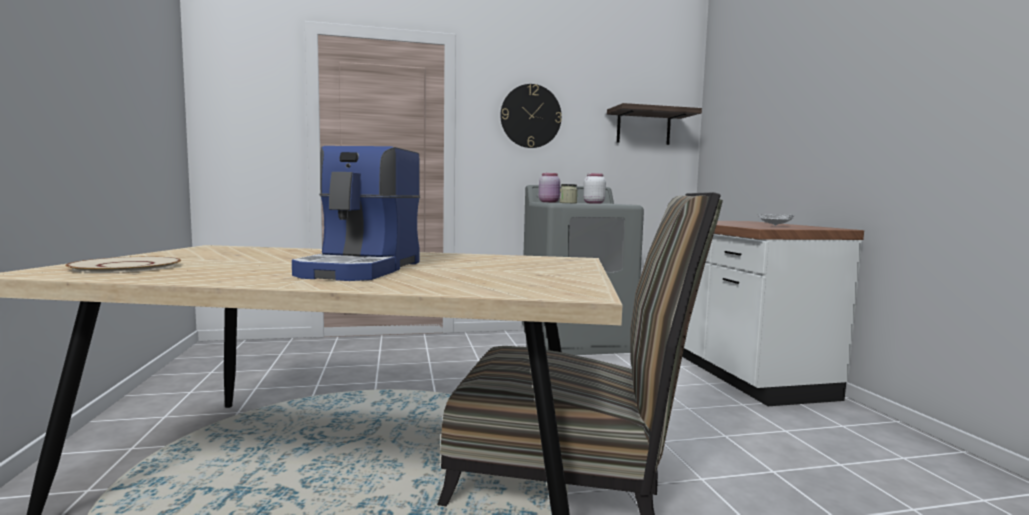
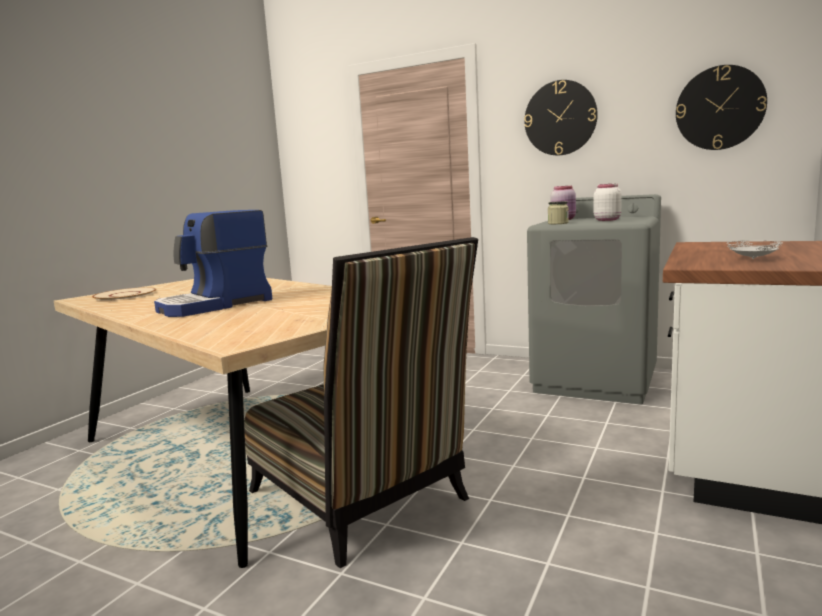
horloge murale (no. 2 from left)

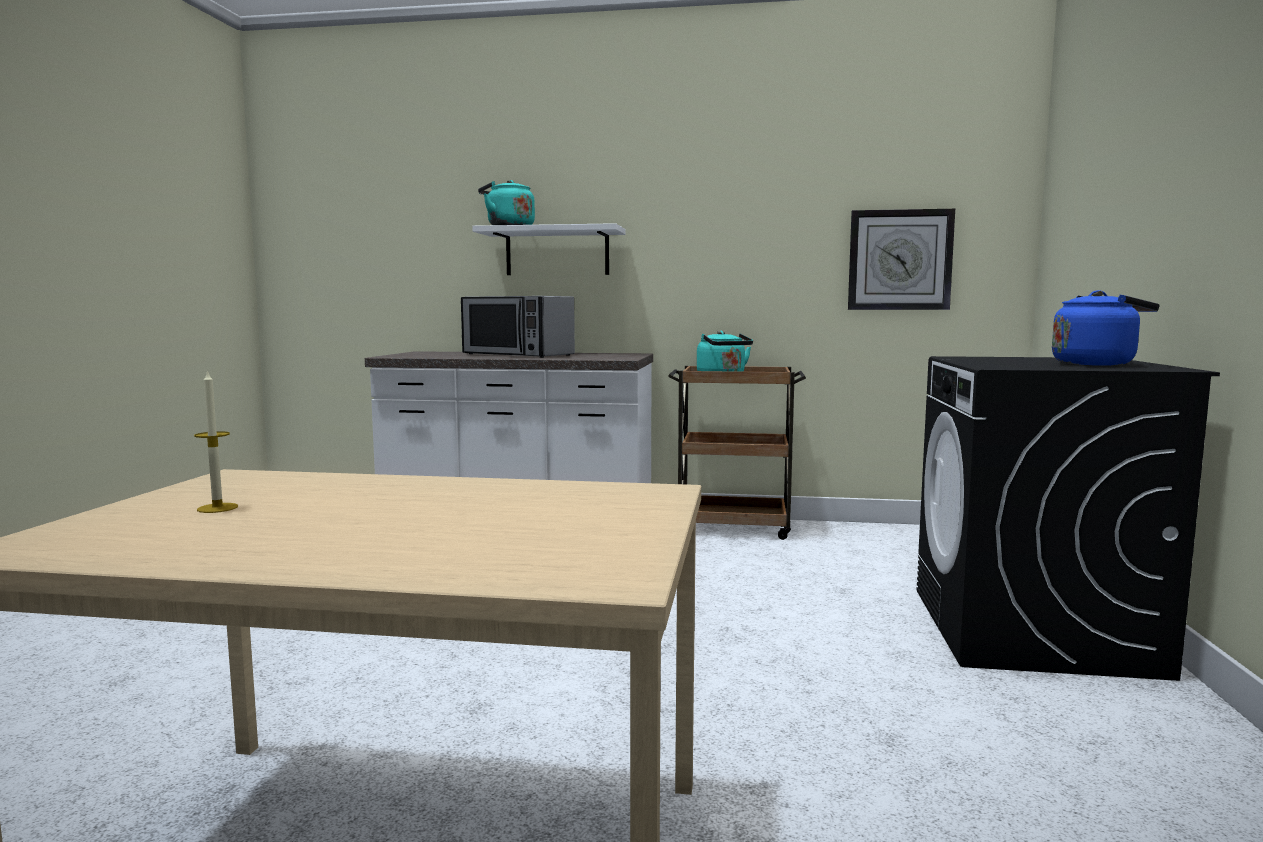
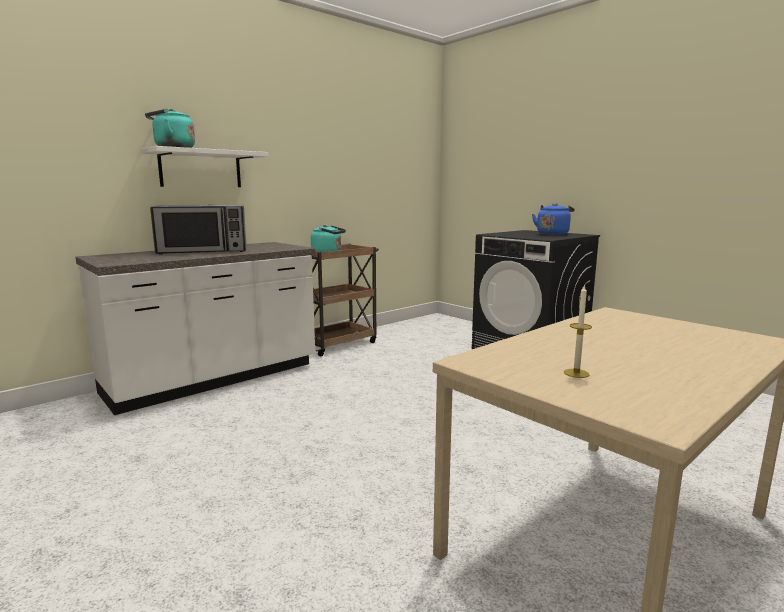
horloge murale

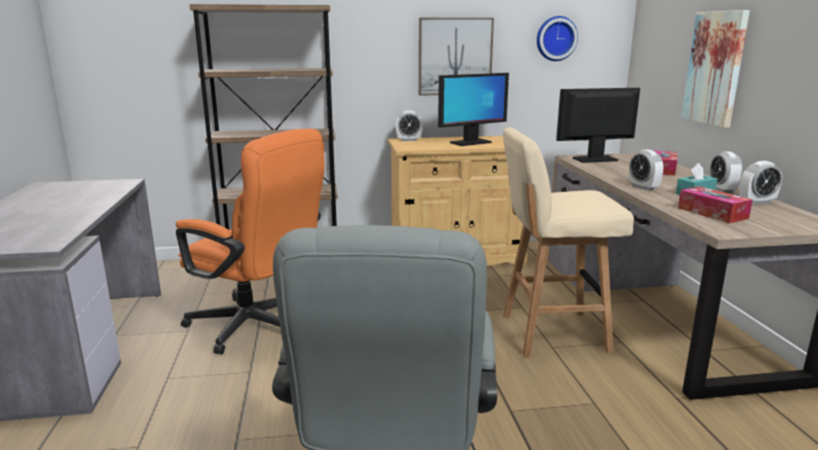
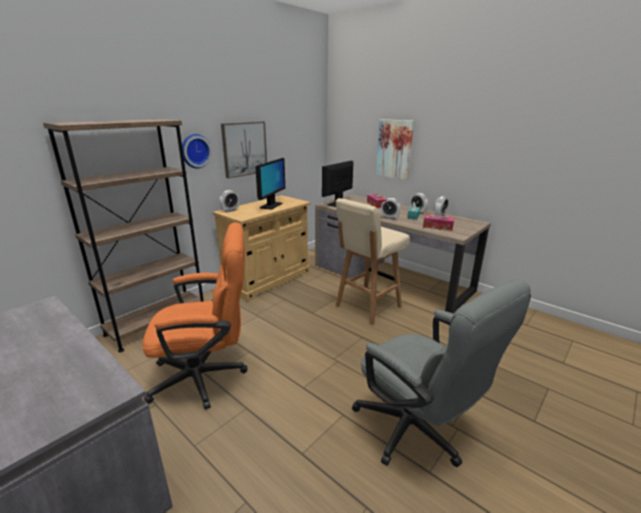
horloge murale

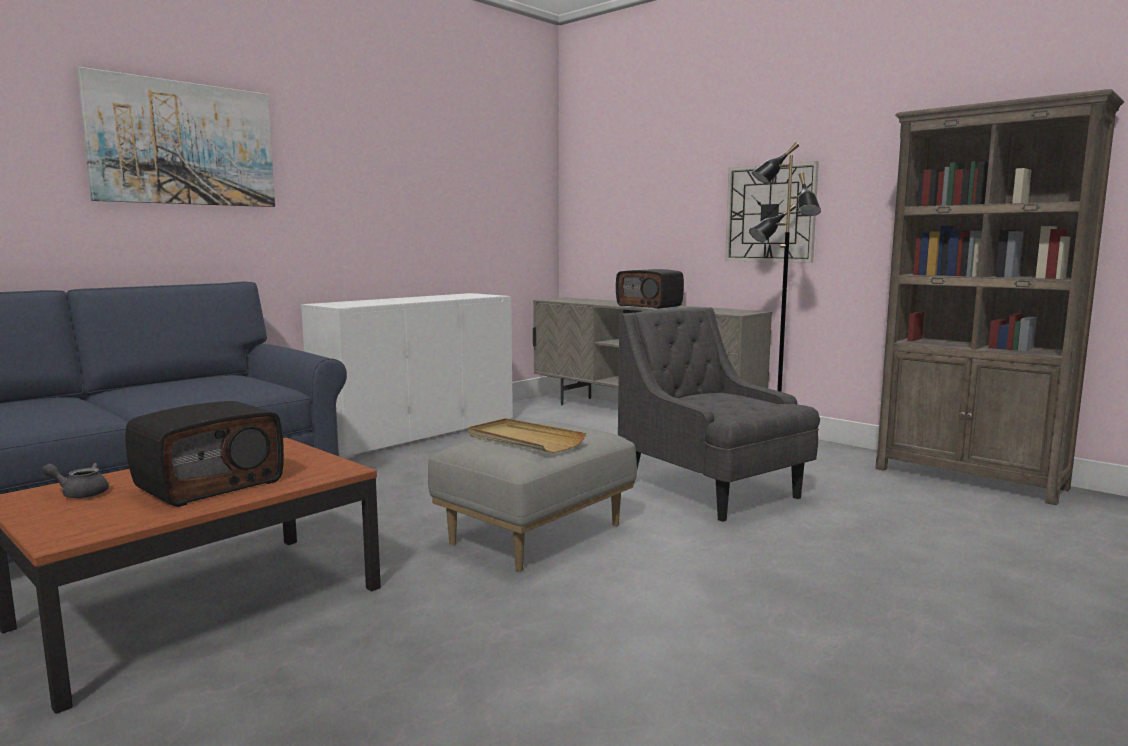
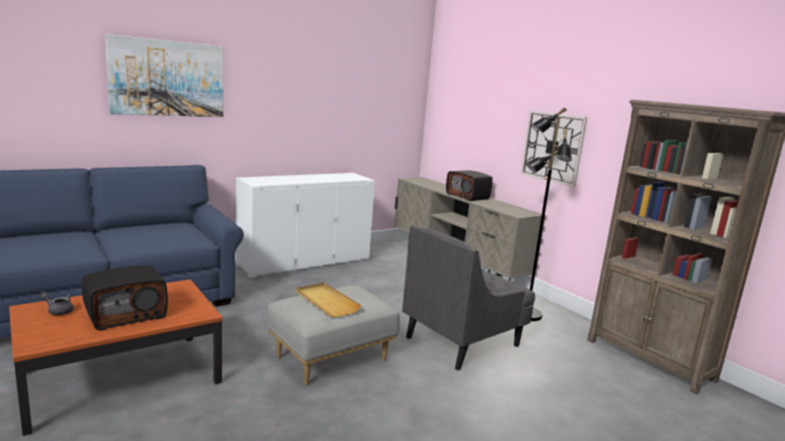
fauteuil/gris

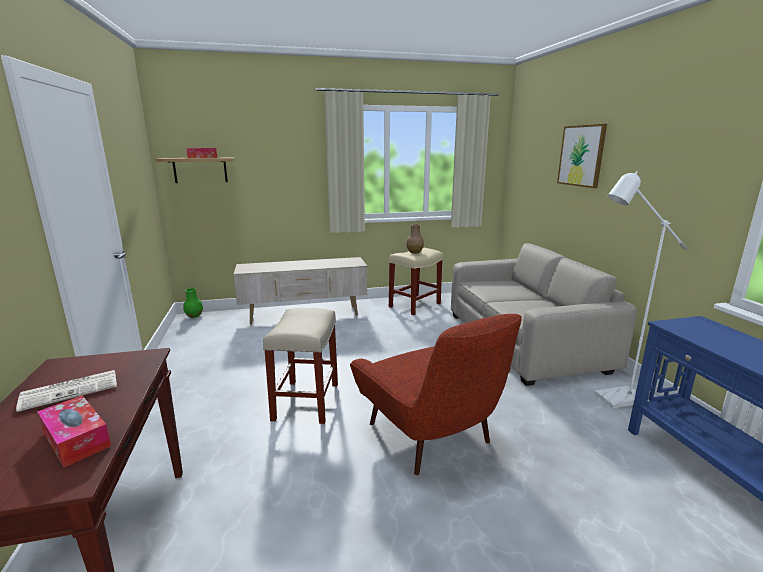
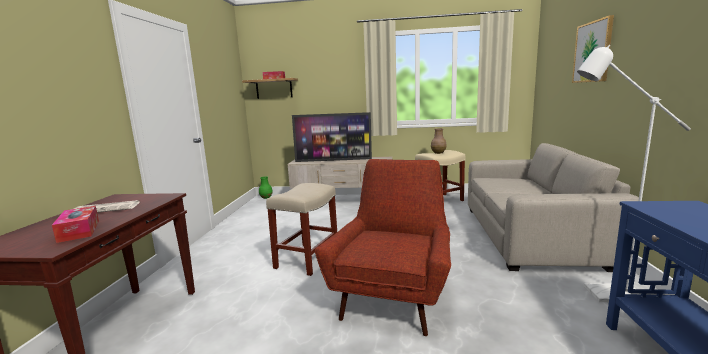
téléviseur
fauteuil/rouge

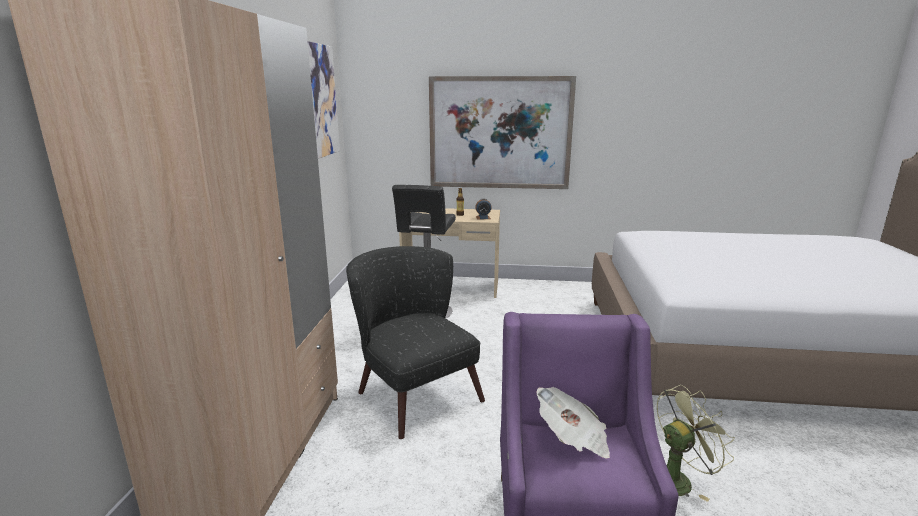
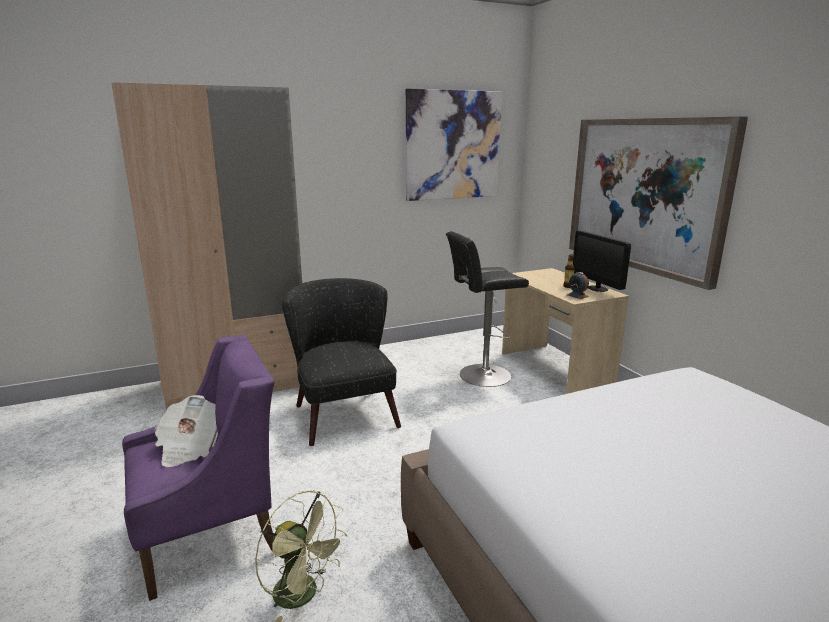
fauteuil/noir
écran d'ordinateur

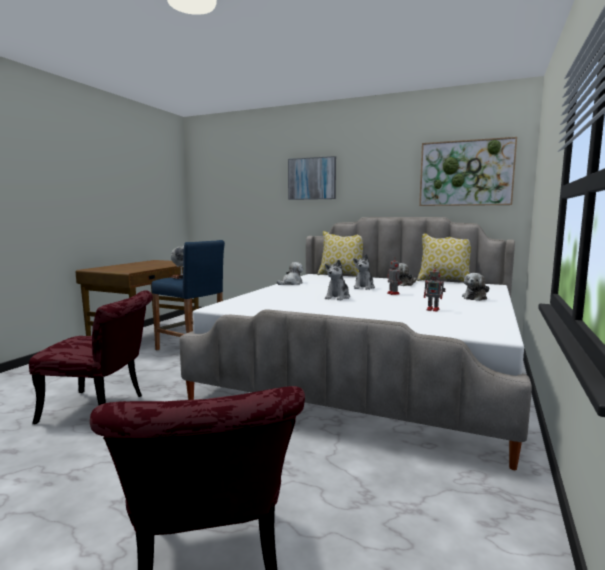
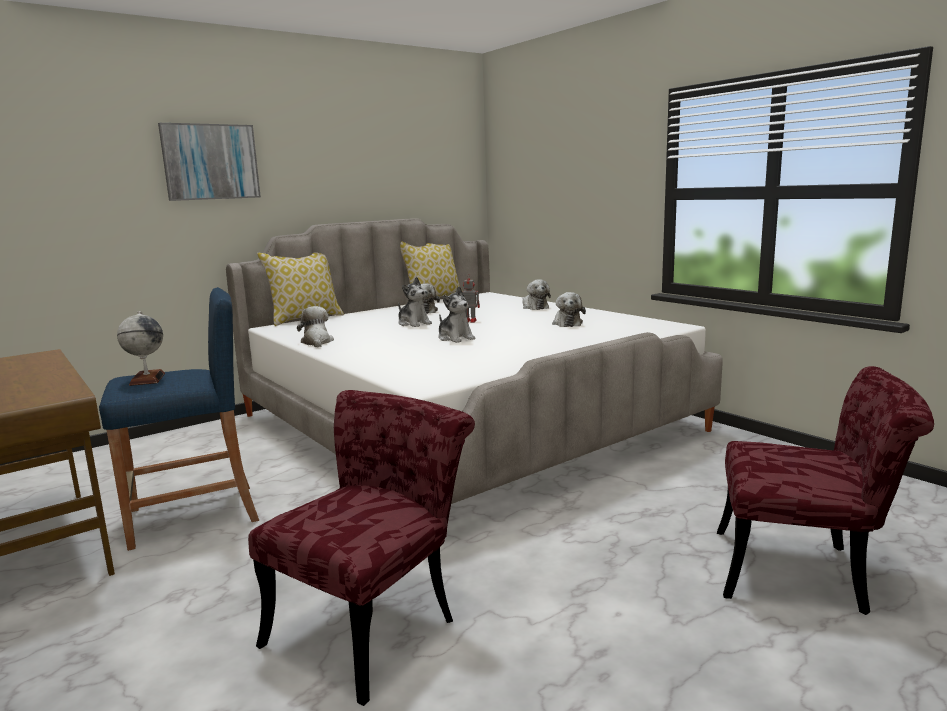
peluche (no. 6 from left)
tableau (no. 2 from left in the first image)

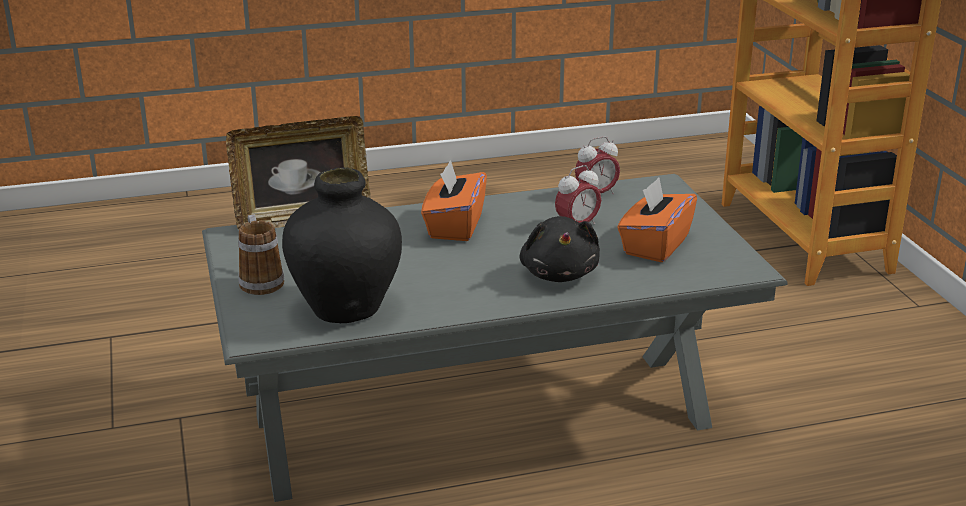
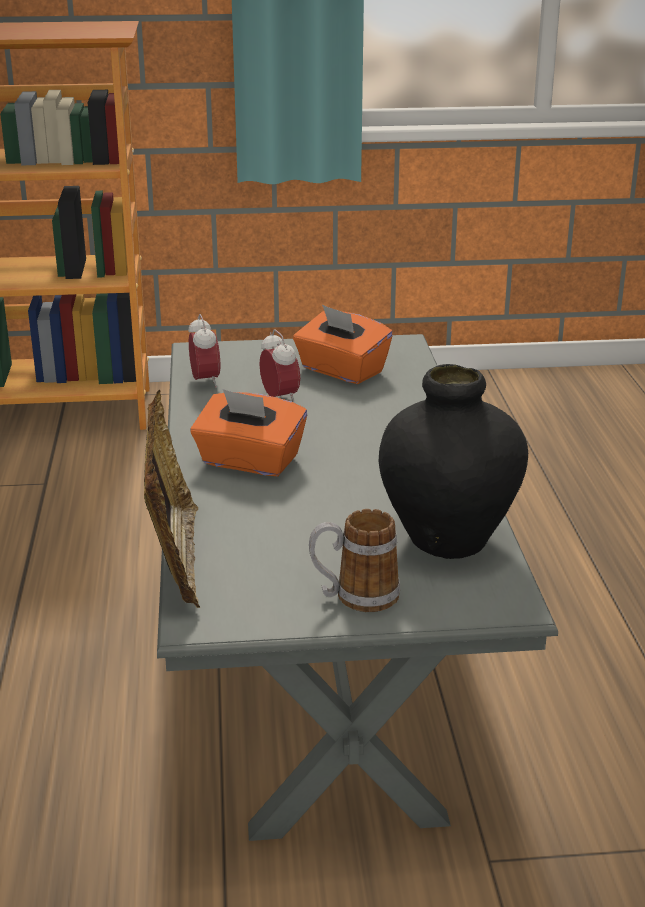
peluche/noir

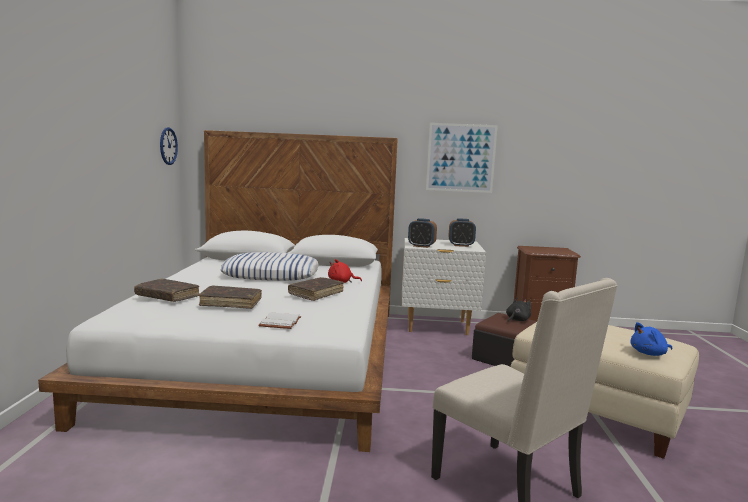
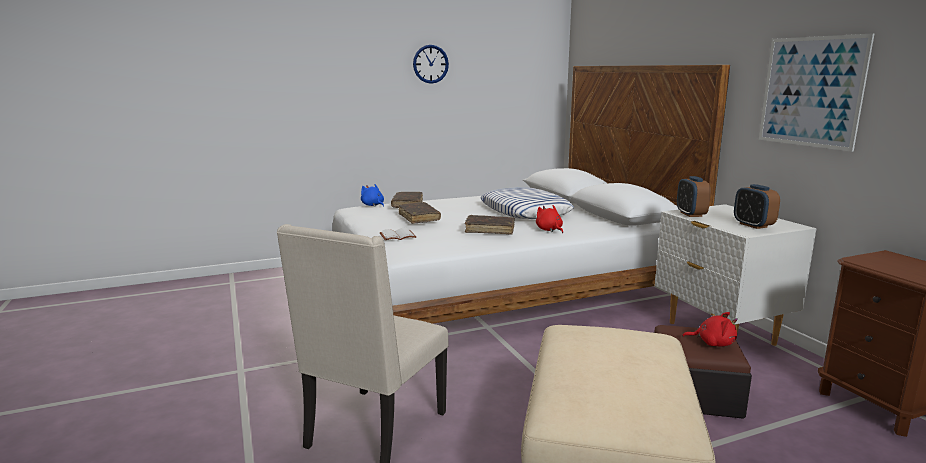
peluche/bleu
horloge murale
peluche/rouge (no. 2 from left)

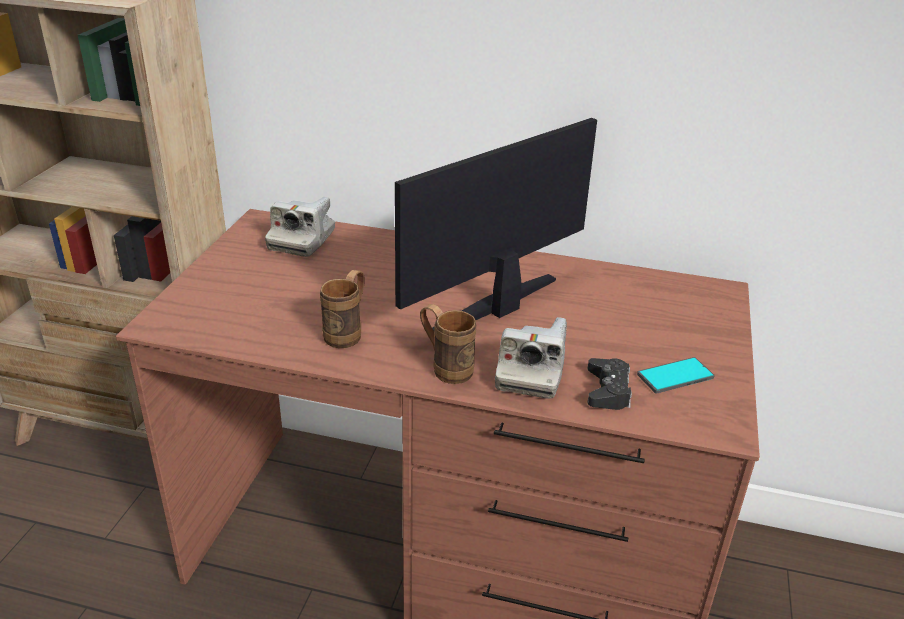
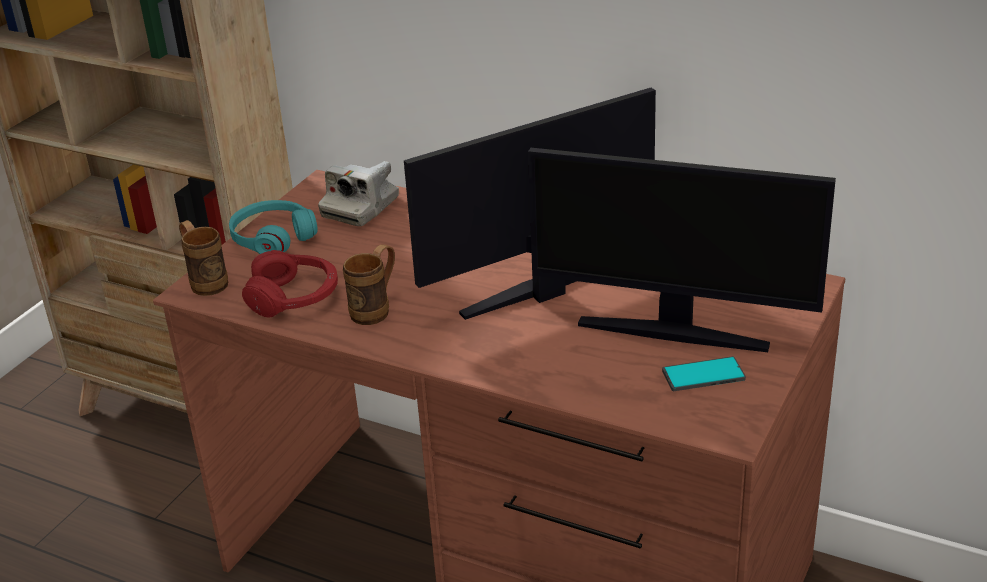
mug/marron (no. 1 from left)
casque audio/turquoise
casque audio/rouge
écran d'ordinateur (no. 2 from left)
appareil photo (no. 2 from left in the first image)
manette/noir

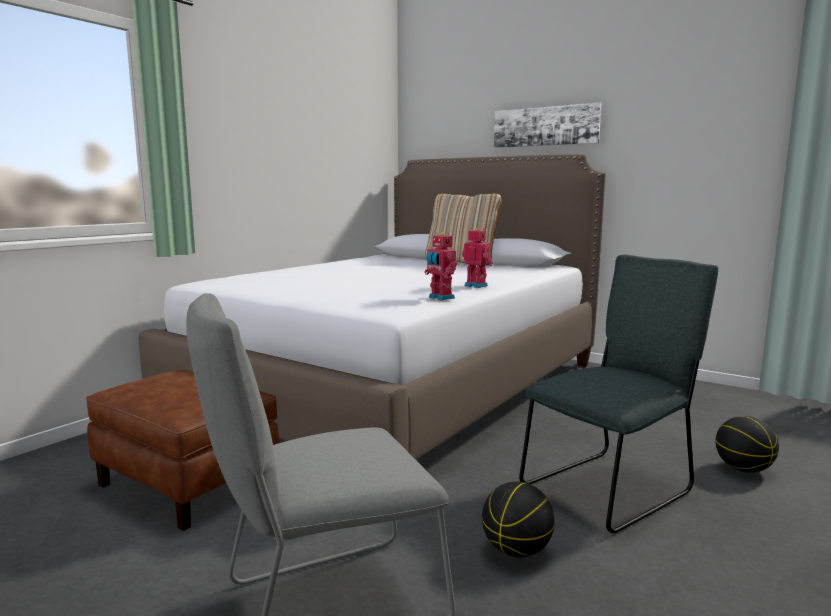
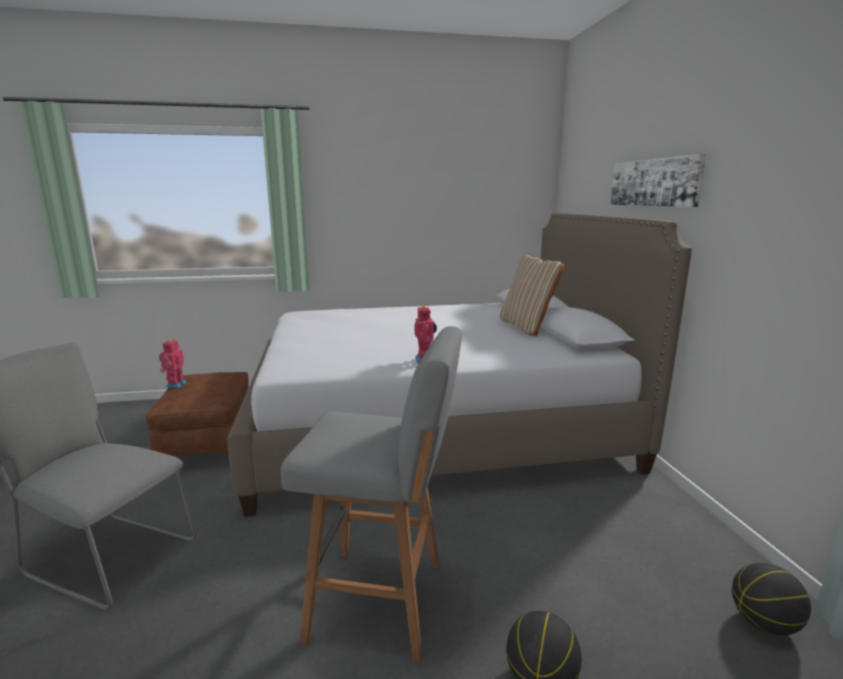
robot jouet (no. 1 from left)
tabouret/gris
ballon de basket (no. 2 from left)

